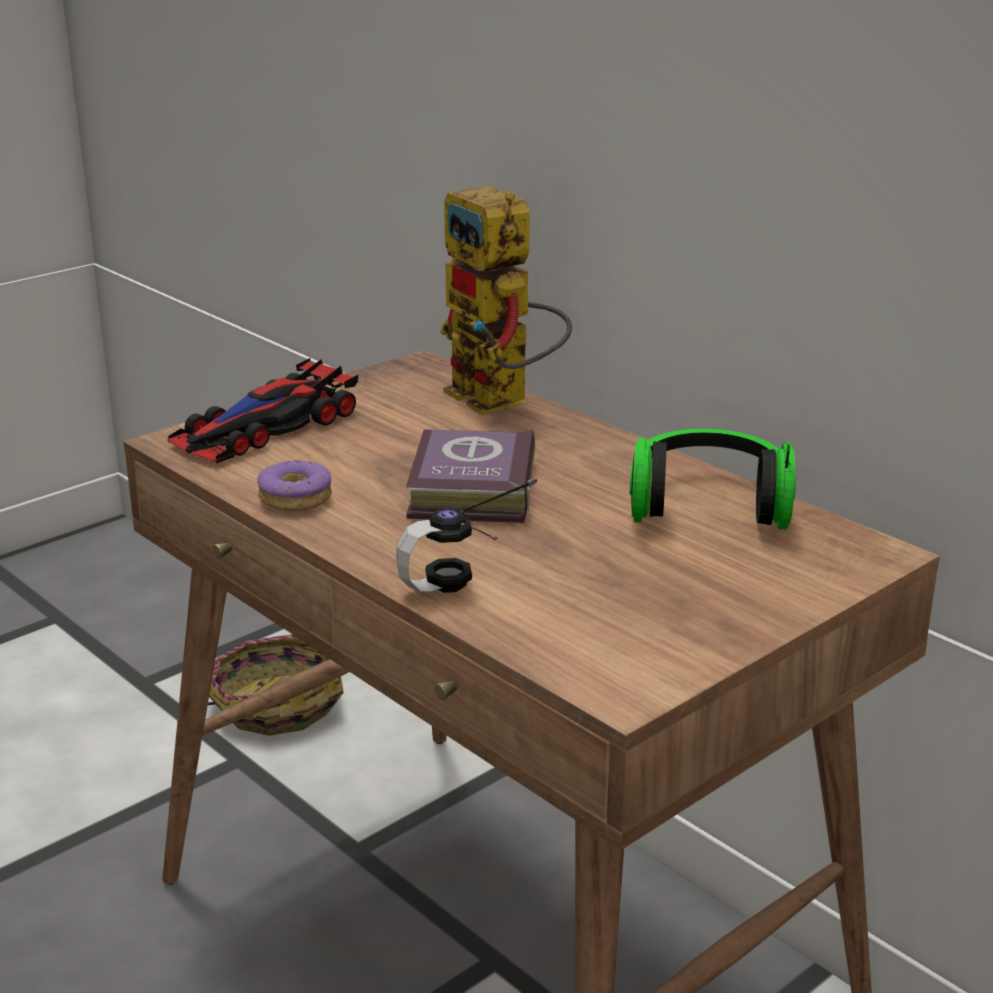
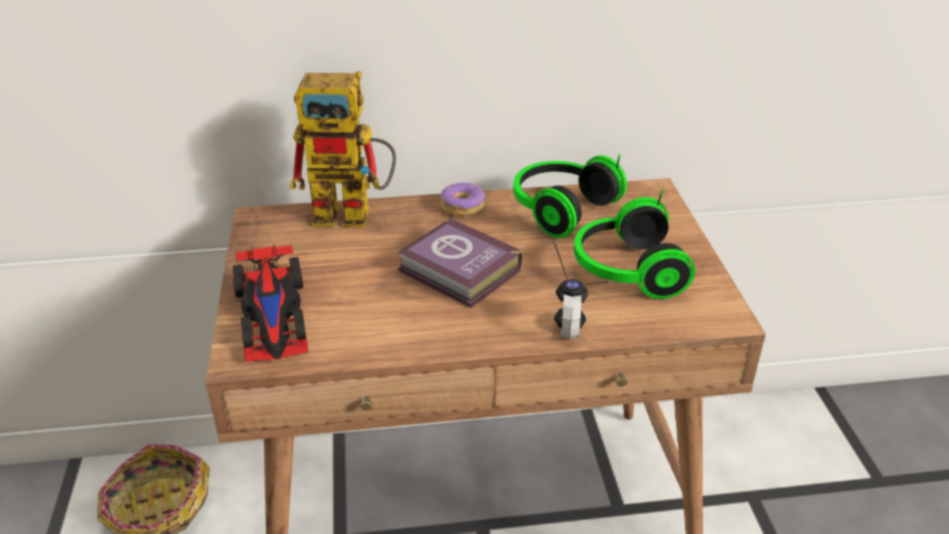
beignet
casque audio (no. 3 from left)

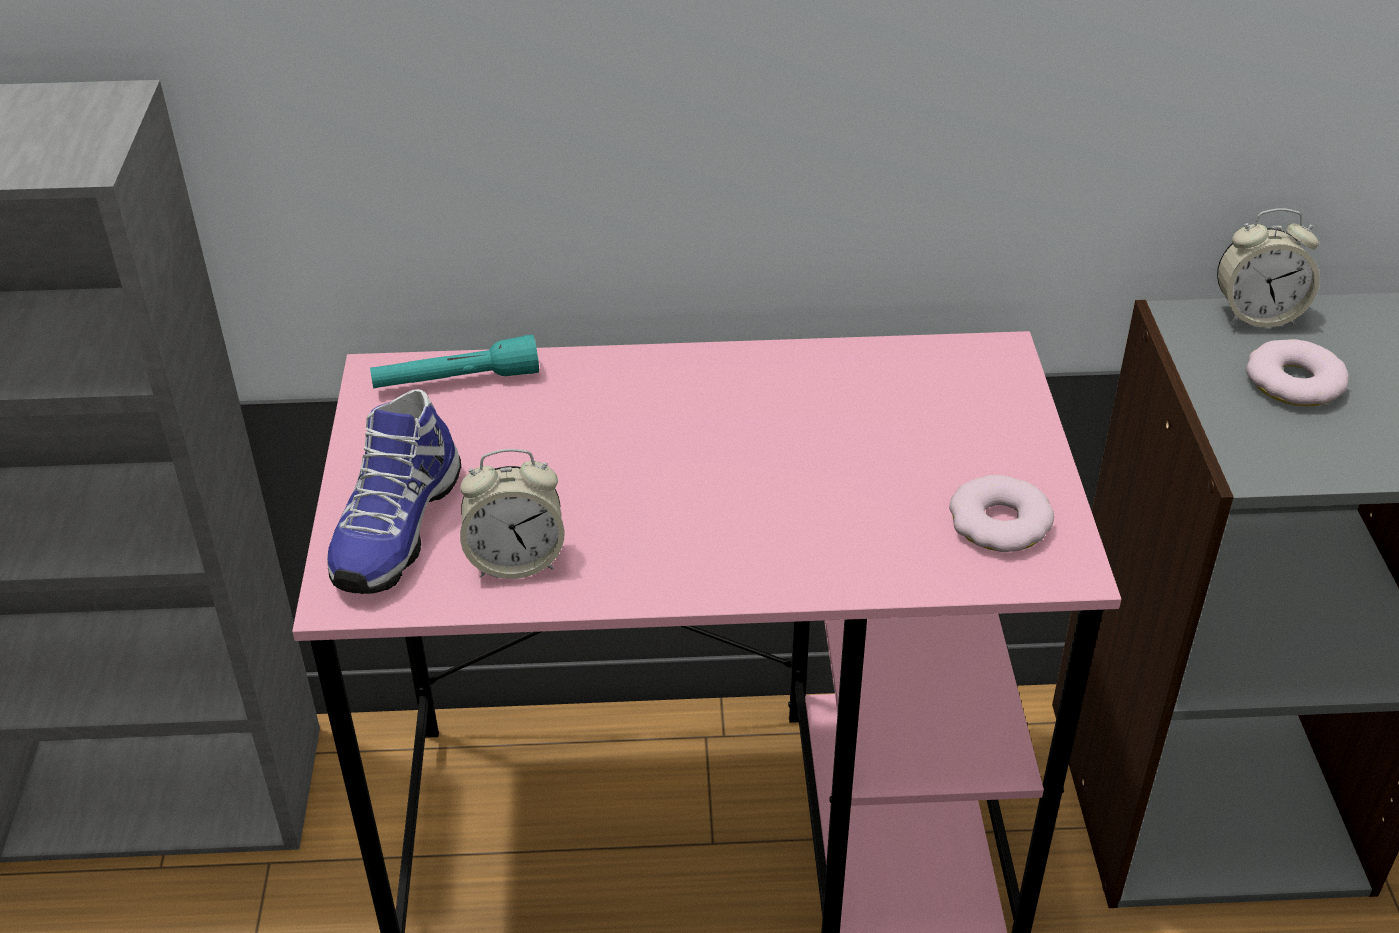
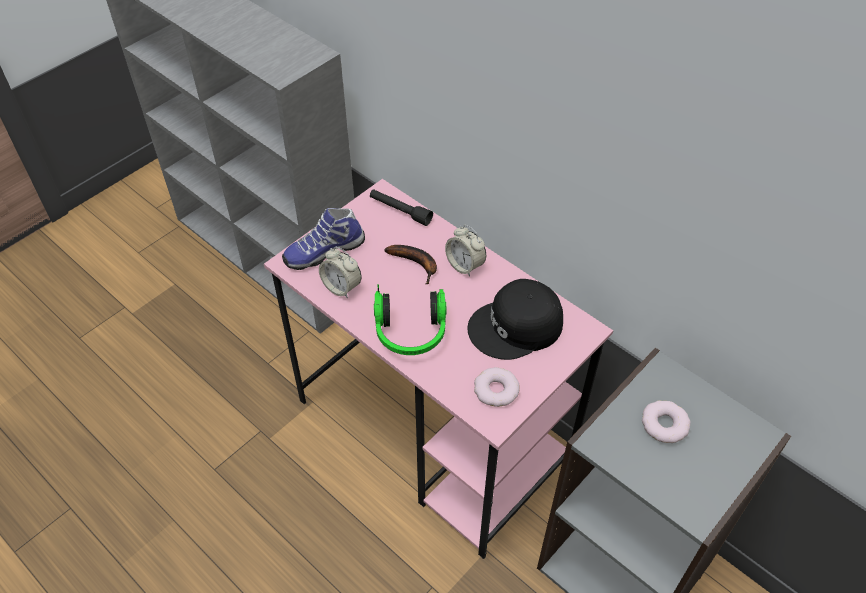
lampe de poche/noir
casque audio
banane
réveil (no. 2 from left)
casquette/noir

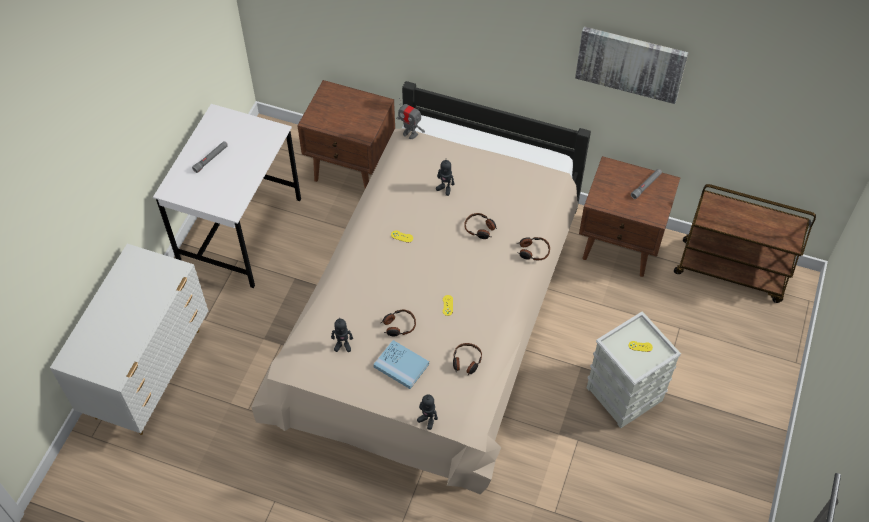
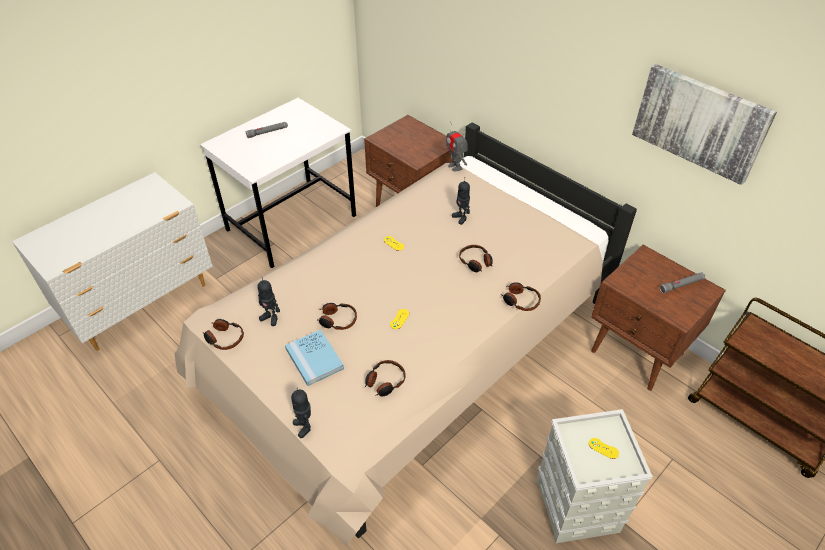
casque audio (no. 1 from left)

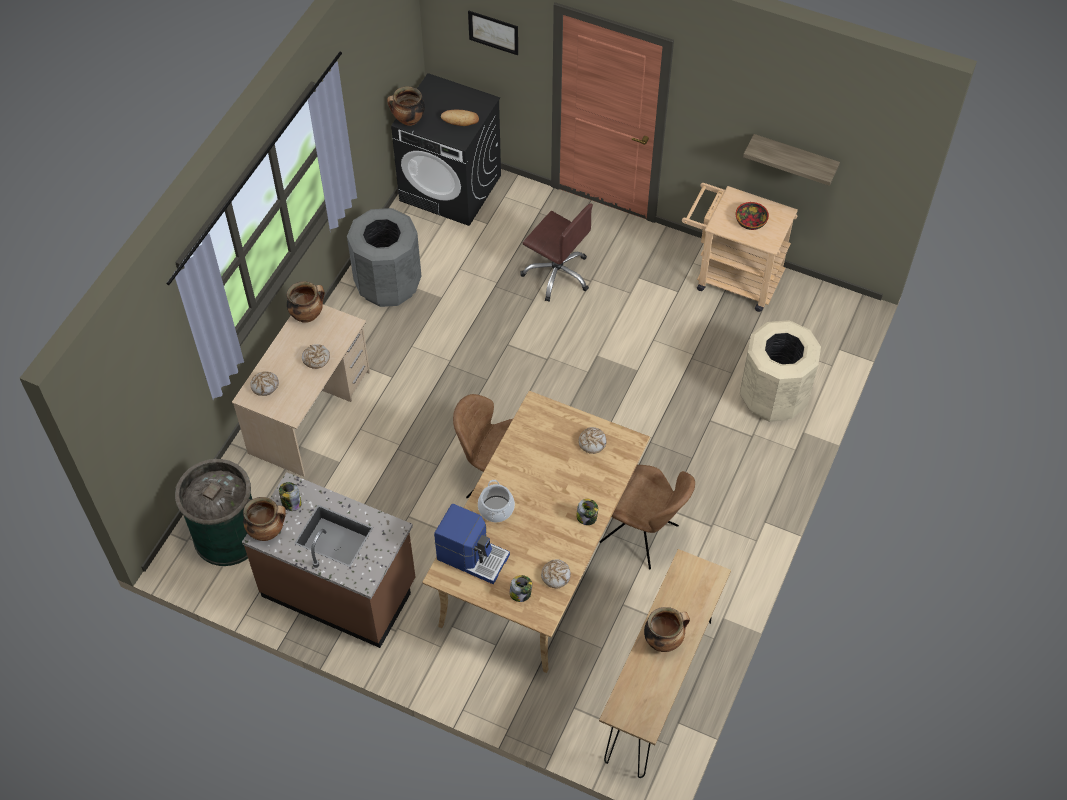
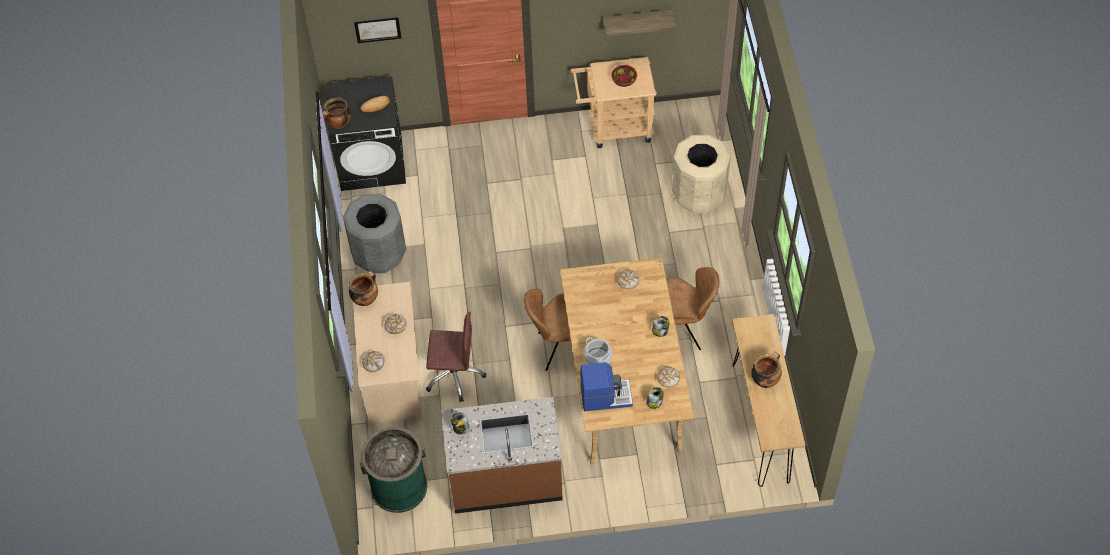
chaise de bureau/marron
marmite (no. 1 from left in the first image)

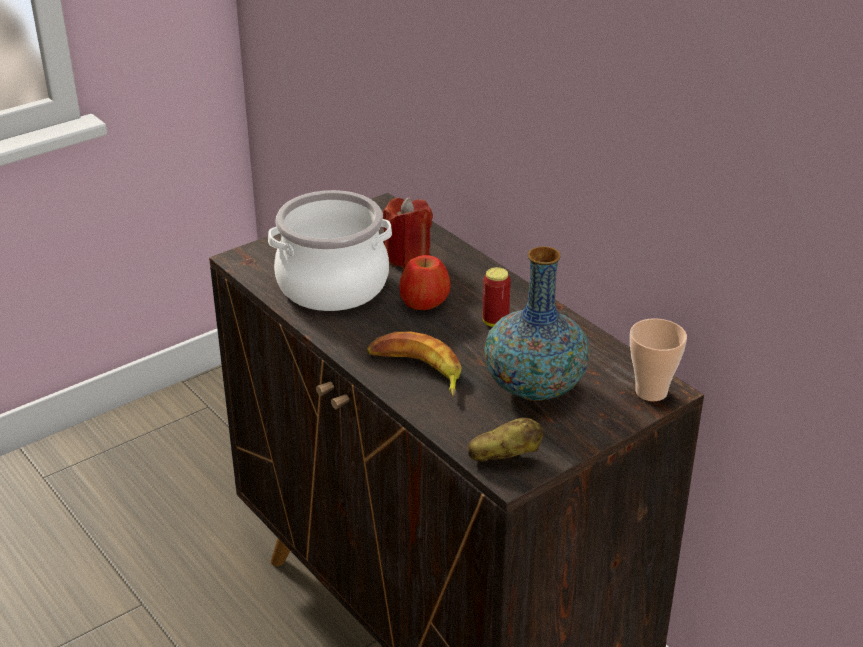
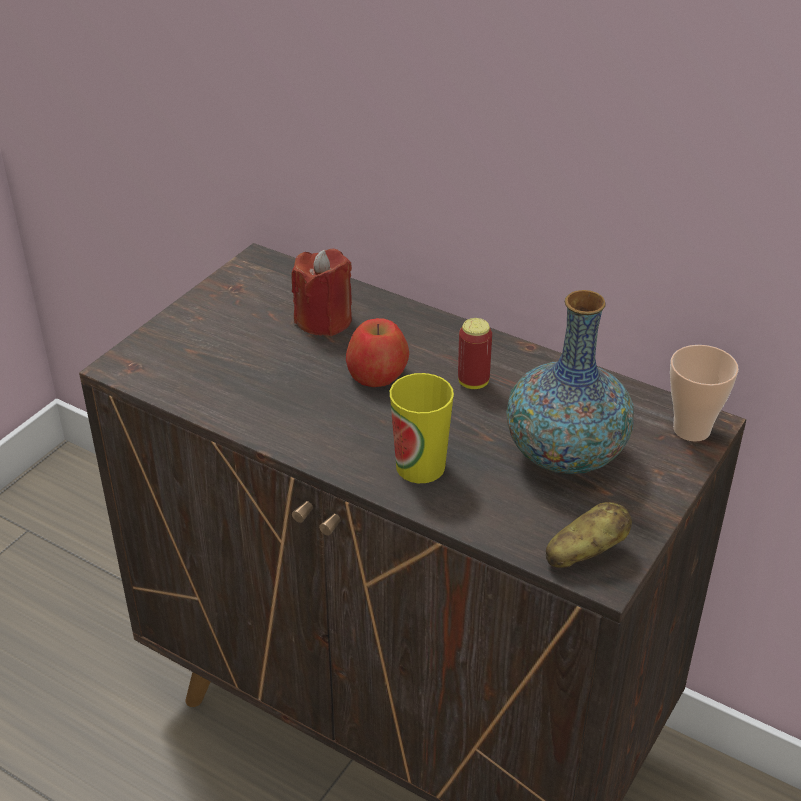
tasse (no. 1 from left)
marmite

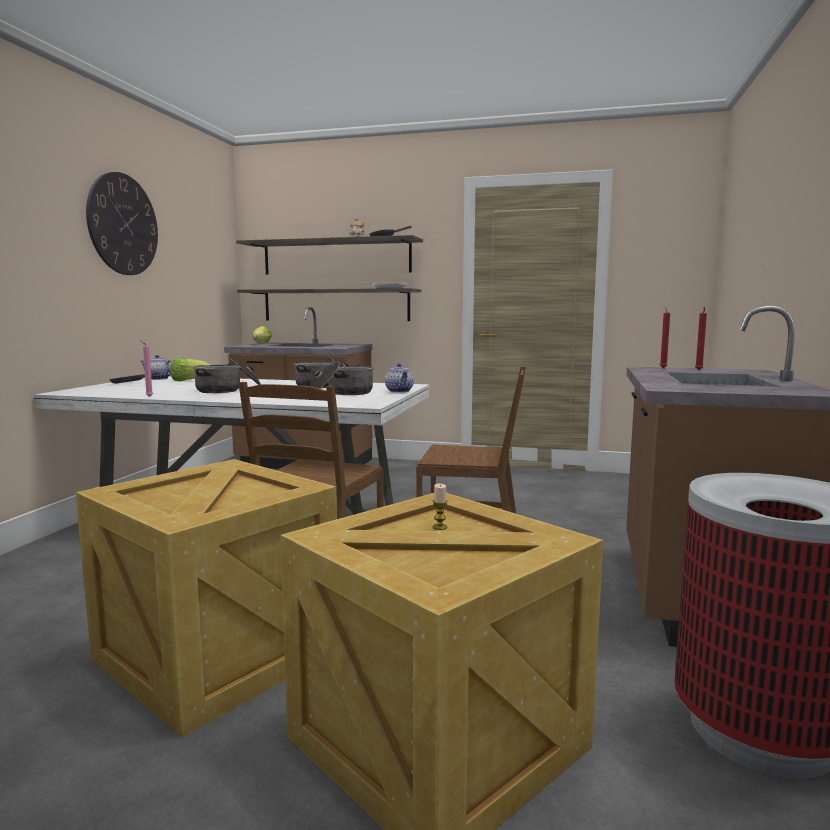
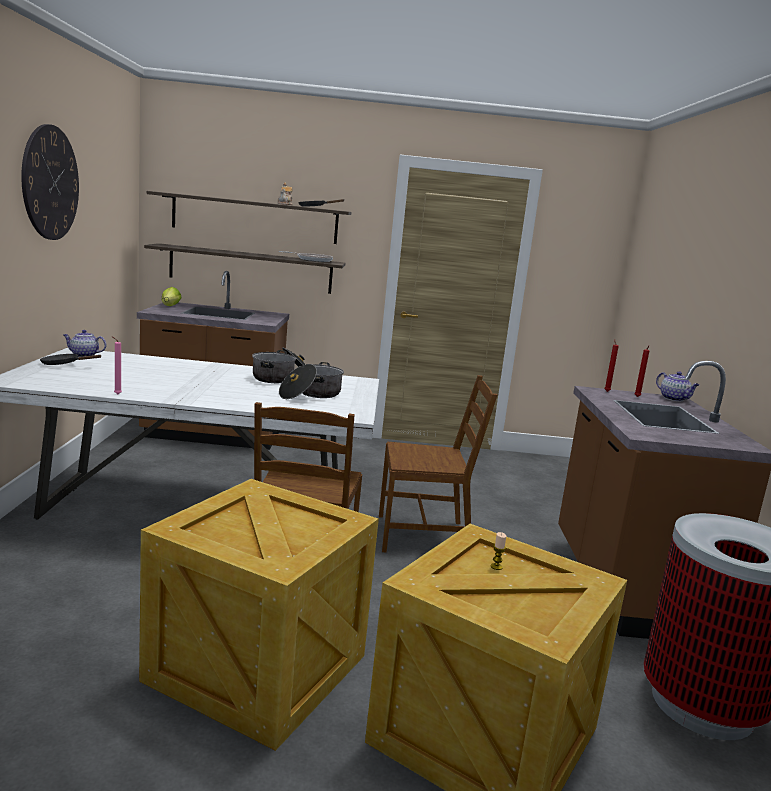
théière (no. 3 from left)
laitue (no. 1 from left in the first image)
marmite (no. 1 from left in the first image)

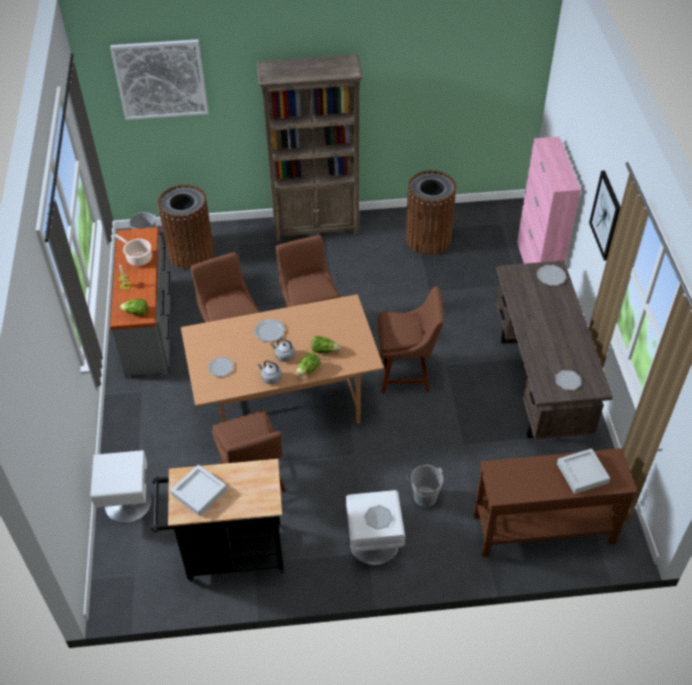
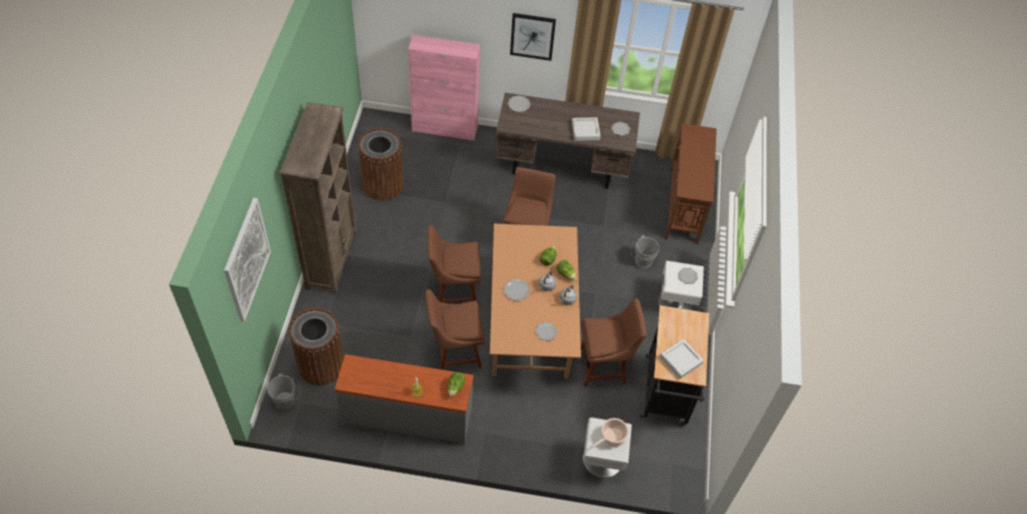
plateau/gris (no. 1 from left)
marmite

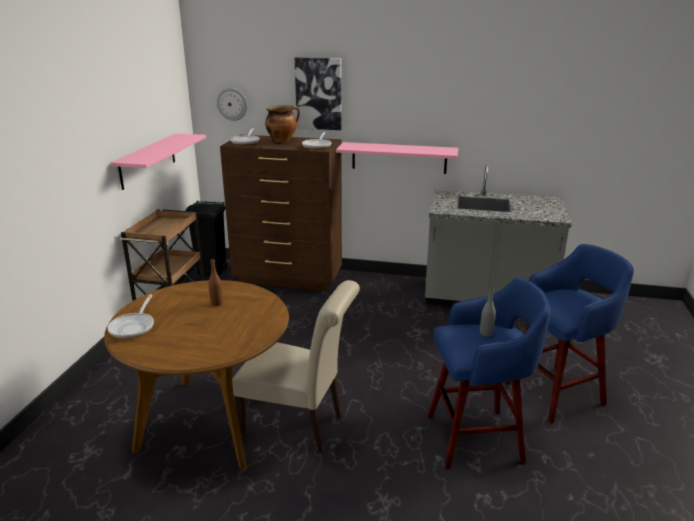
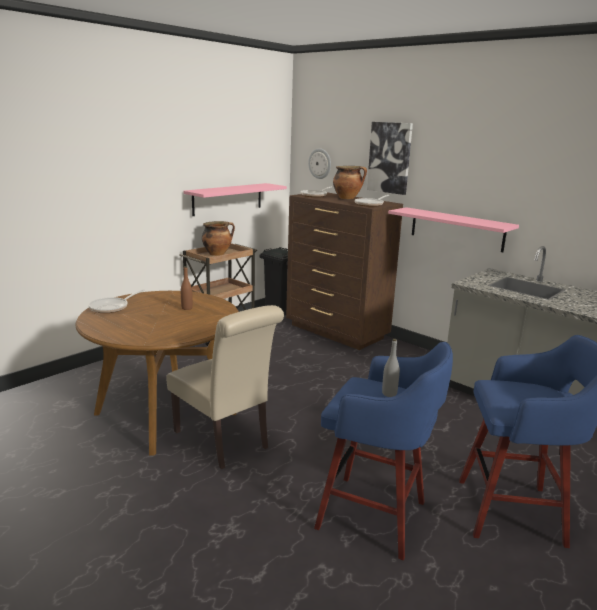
marmite (no. 1 from left)

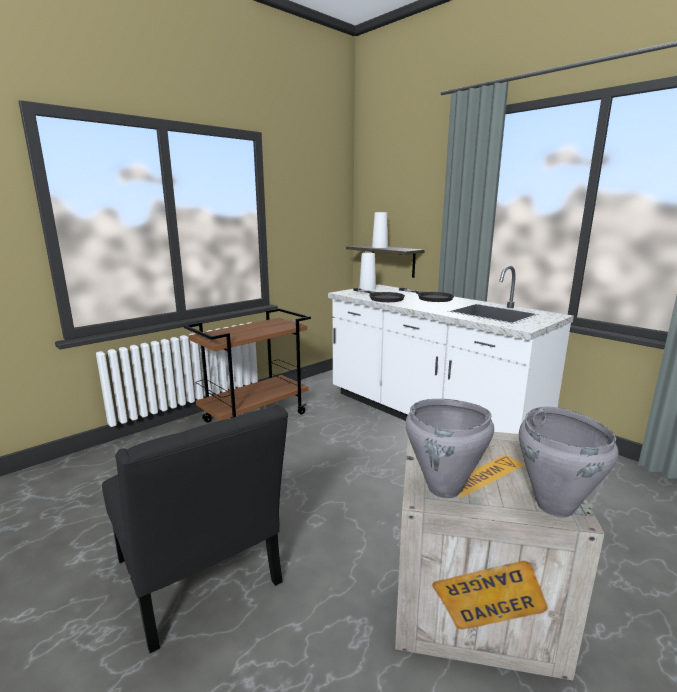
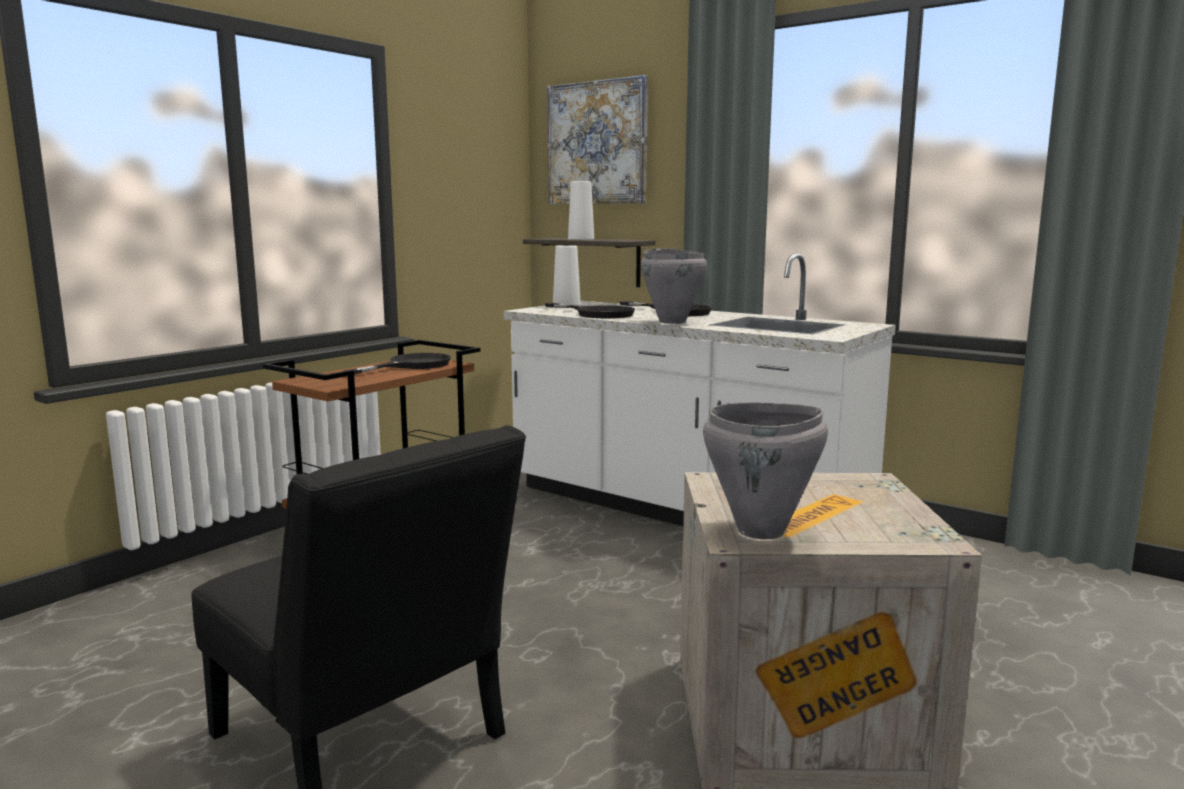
poêle/noir (no. 1 from left)
tableau
marmite/gris (no. 1 from left)

